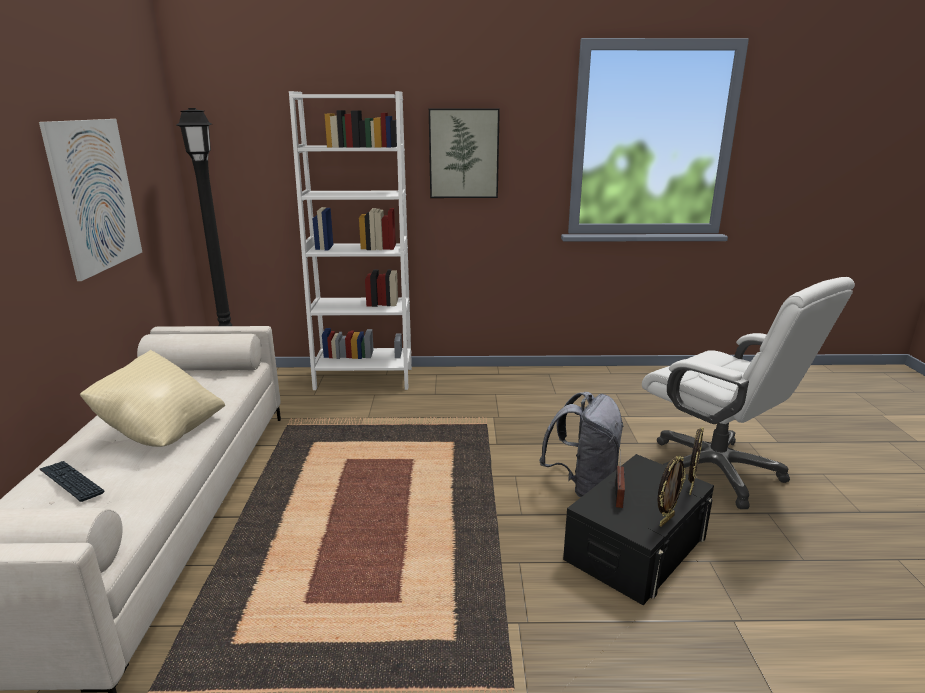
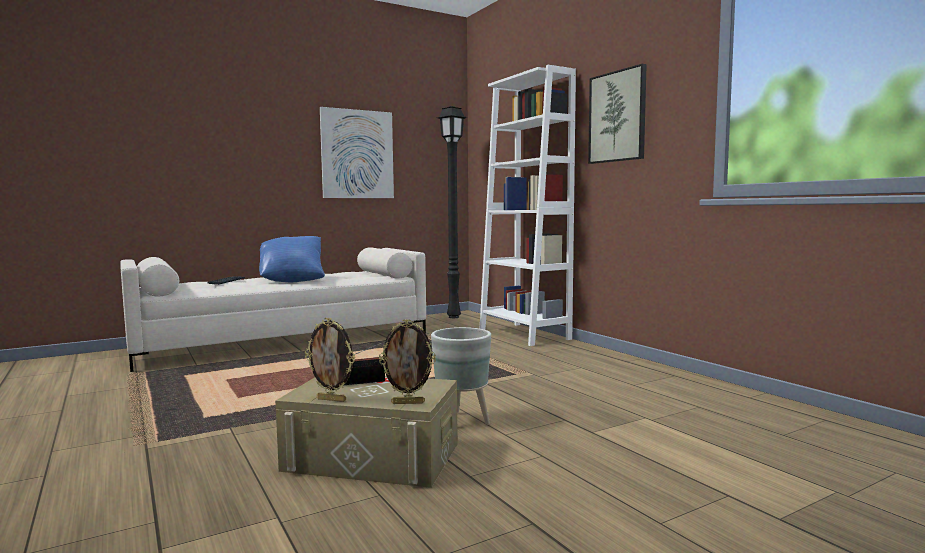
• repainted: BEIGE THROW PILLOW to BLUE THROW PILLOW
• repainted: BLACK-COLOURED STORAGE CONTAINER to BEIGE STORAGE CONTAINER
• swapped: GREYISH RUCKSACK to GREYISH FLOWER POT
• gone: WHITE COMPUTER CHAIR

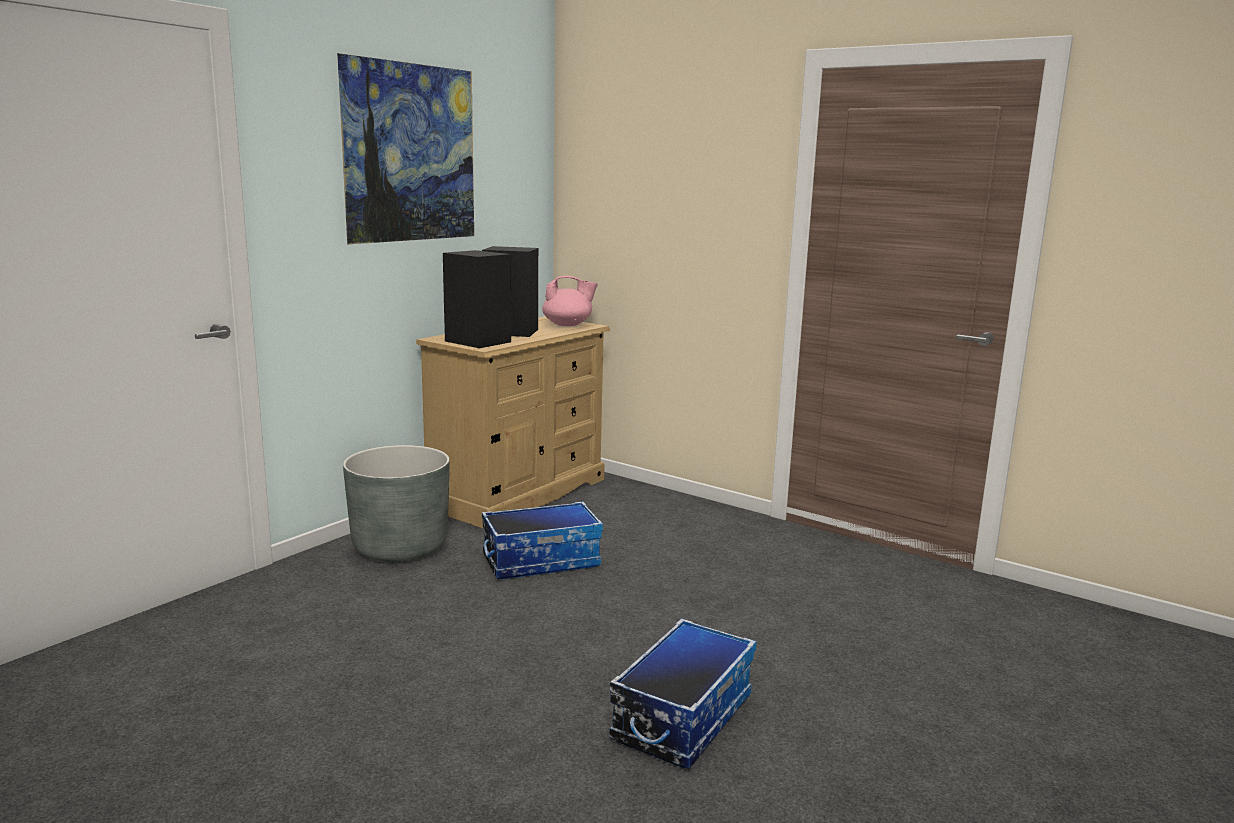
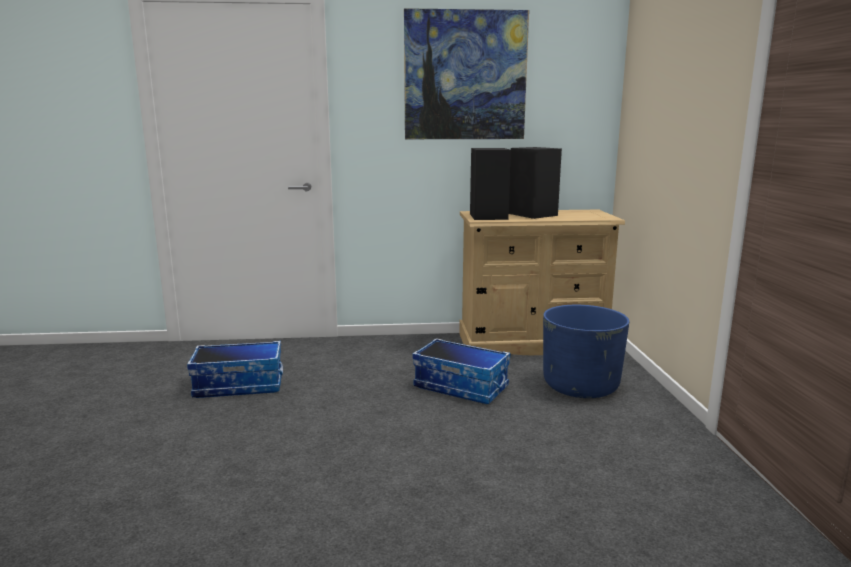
• shifted: STORAGE CONTAINER (no. 2 from left in the first image) to STORAGE CONTAINER (no. 1 from left)
• new: BLUE FLOWER POT
• gone: GREYISH FLOWER POT
• gone: PINK TEAPOT

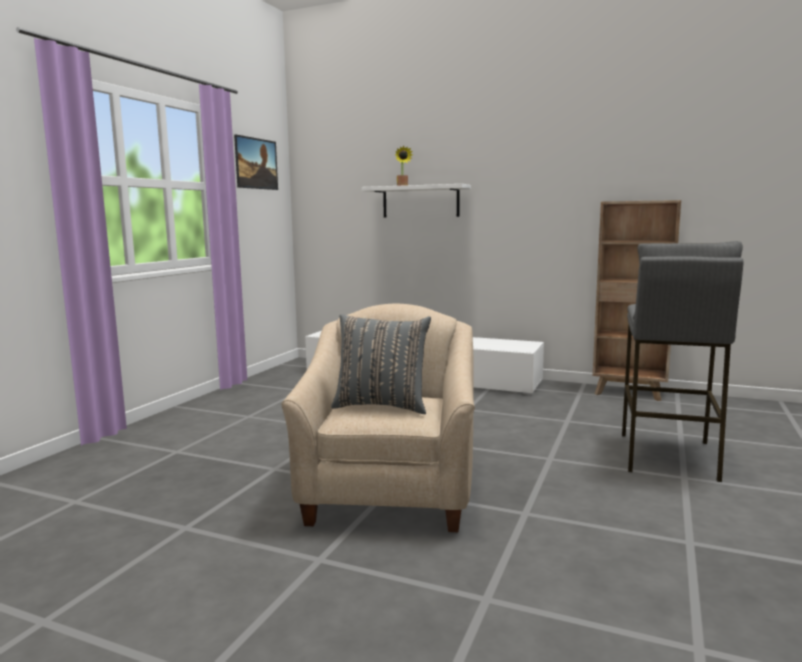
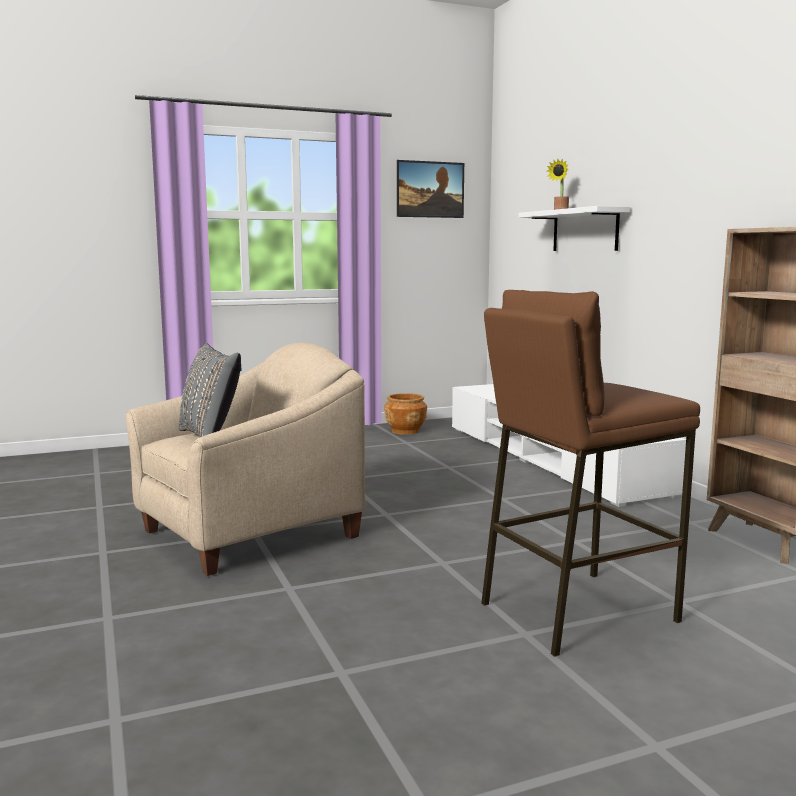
• new: BROWN FLOWER POT
• repainted: GREYISH STOOL to BROWN STOOL

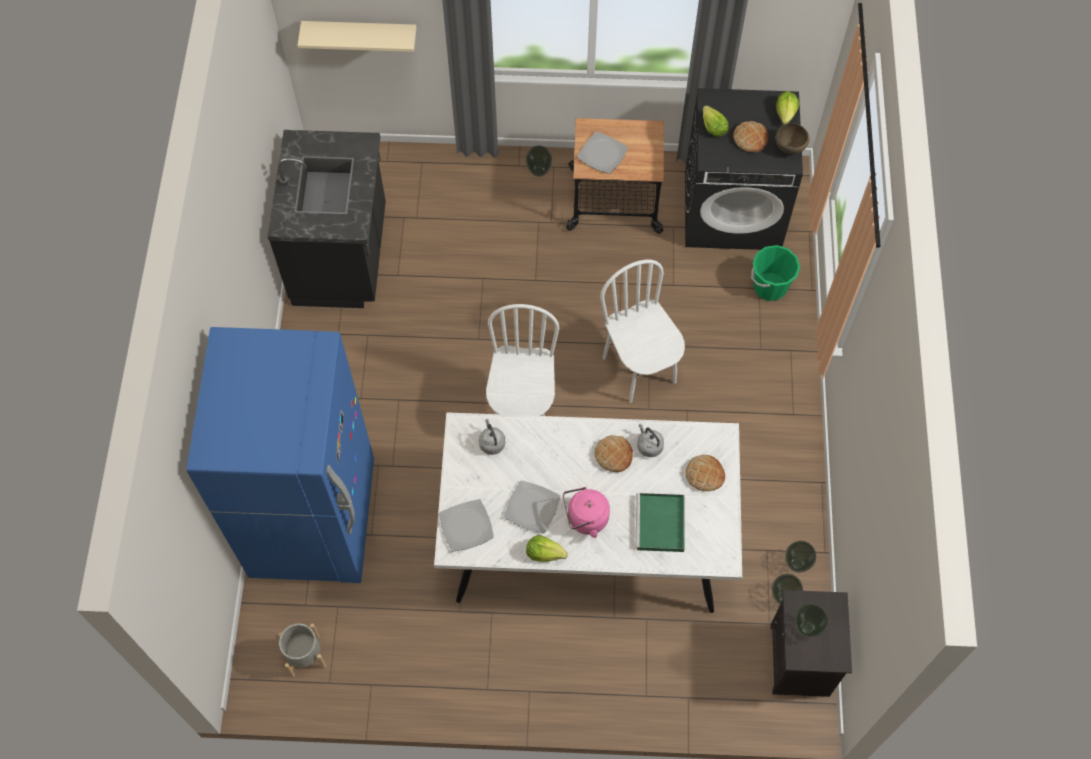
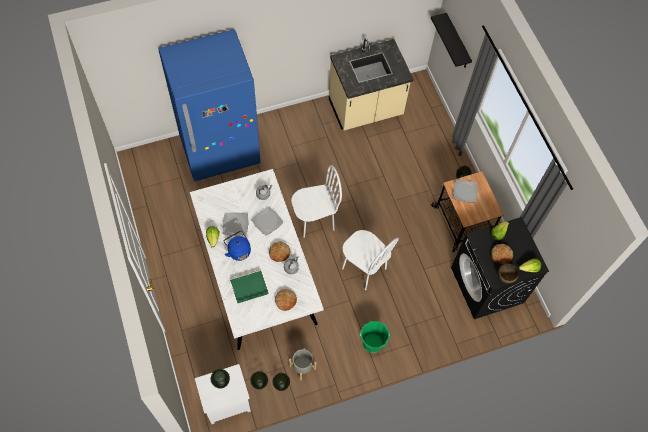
• repainted: BLACK-COLOURED BEDSIDE TABLE to WHITE BEDSIDE TABLE
• repainted: PINK WATER KETTLE to BLUE WATER KETTLE
• shifted: PLATE (no. 1 from left in the first image) to PLATE (no. 2 from left)
• shifted: GREYISH FLOWER POT
• repainted: BLACK-COLOURED COUNTER to BEIGE COUNTER
• rotated: WHITE UPRIGHT CHAIR (no. 2 from left) 90 degrees clockwise
• shifted: GREENISH PAIL
• repainted: BEIGE BRACKET SHELF to BLACK-COLOURED BRACKET SHELF

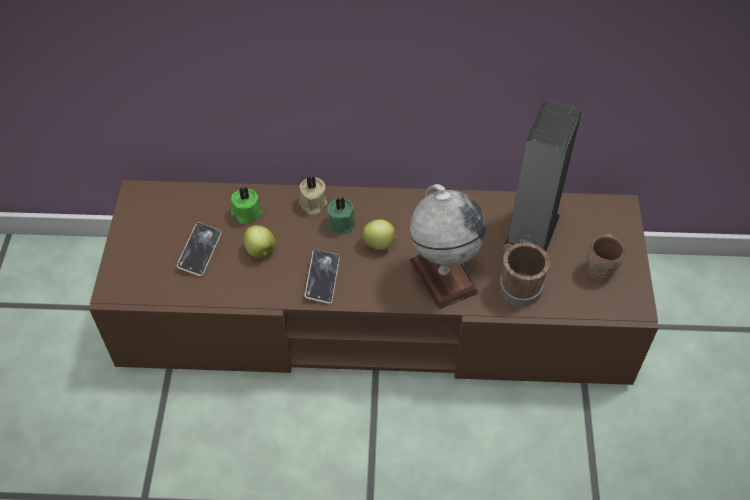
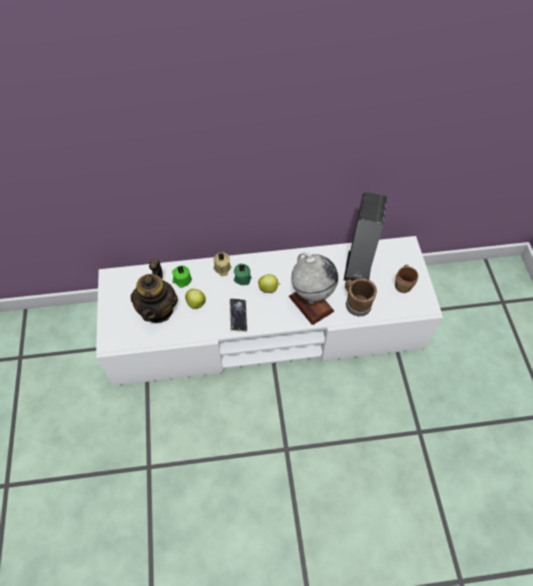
• repainted: BROWN TV STAND to WHITE TV STAND
• swapped: PHONE (no. 1 from left) to TEAPOT

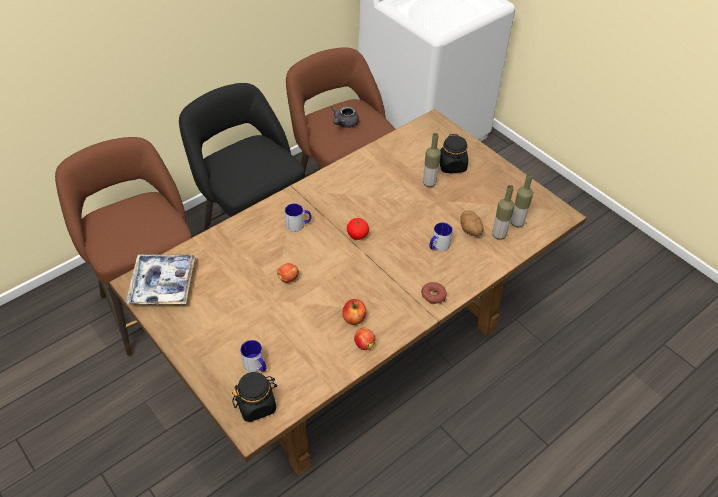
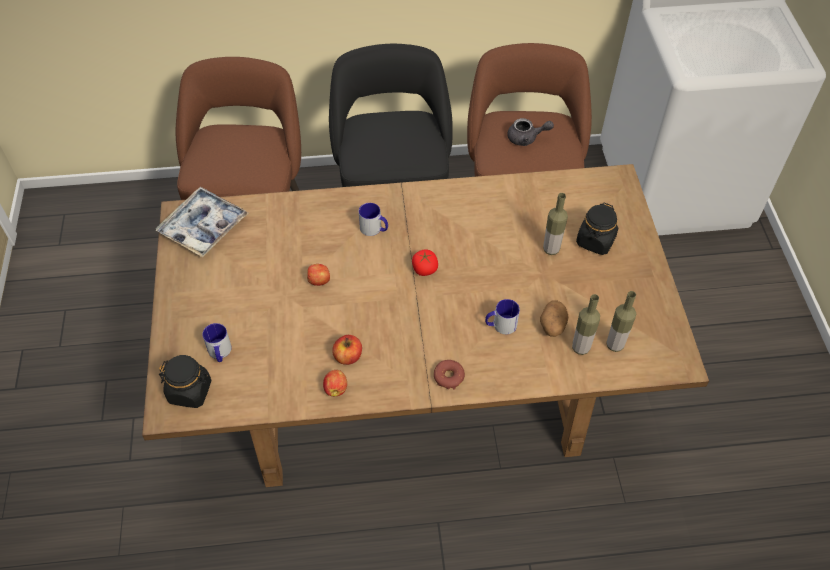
• rotated: GREYISH TEAPOT 150 degrees counterclockwise

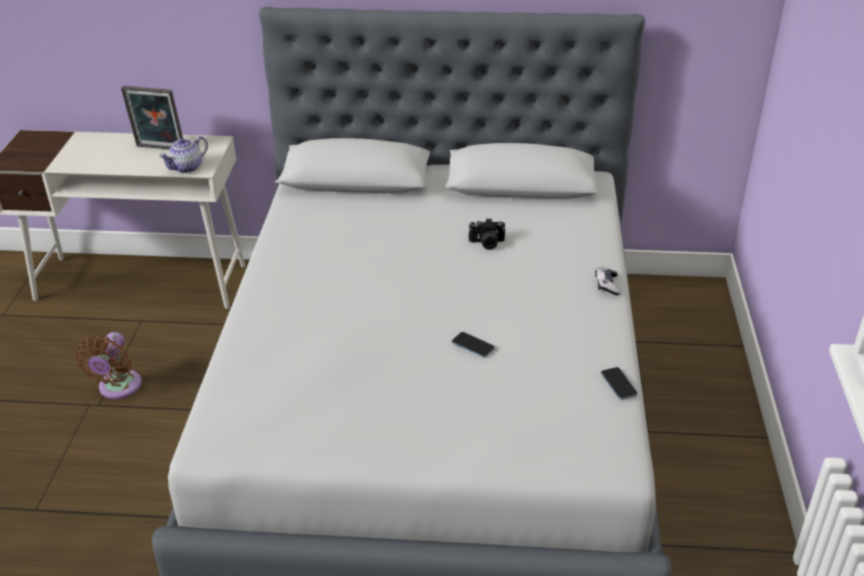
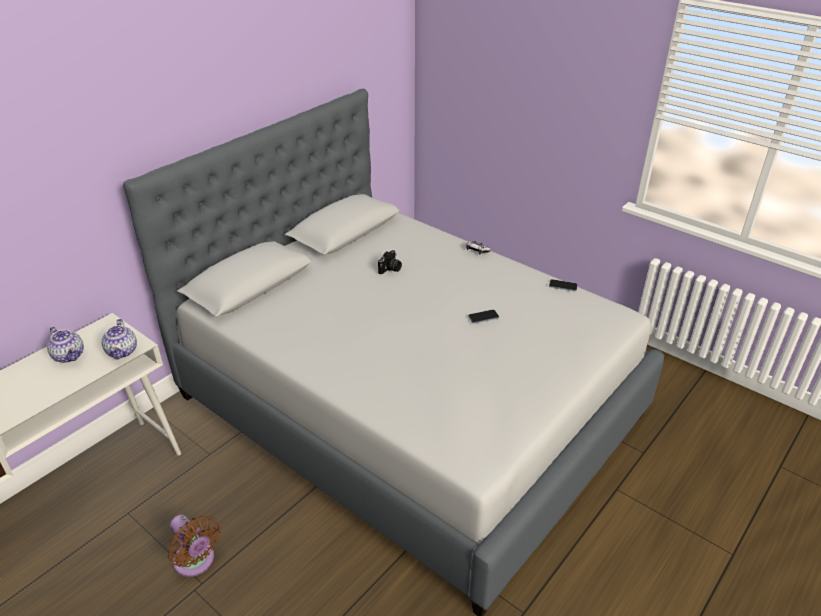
• swapped: STANDING FRAME to TEAPOT (no. 1 from left)

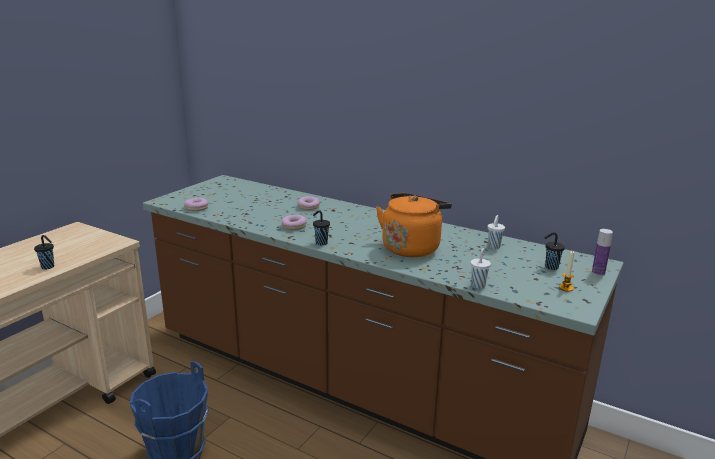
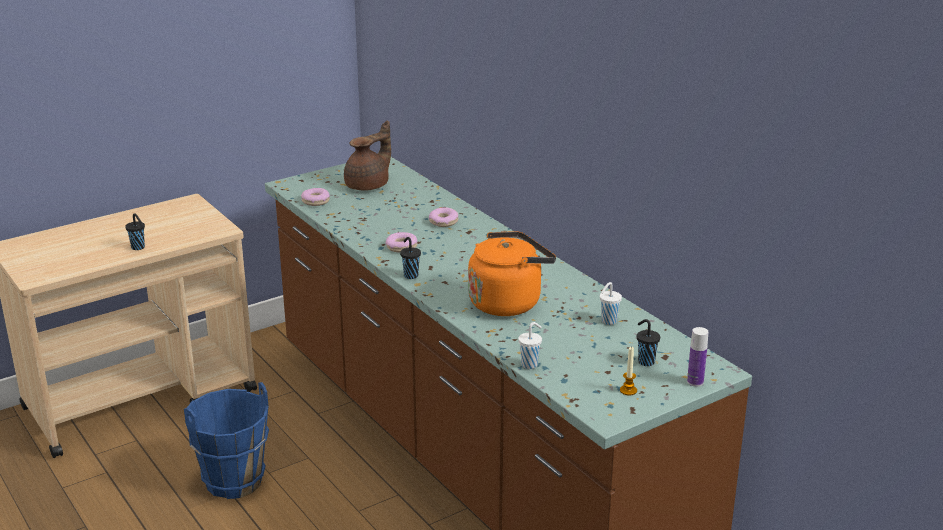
• new: BROWN TEAPOT

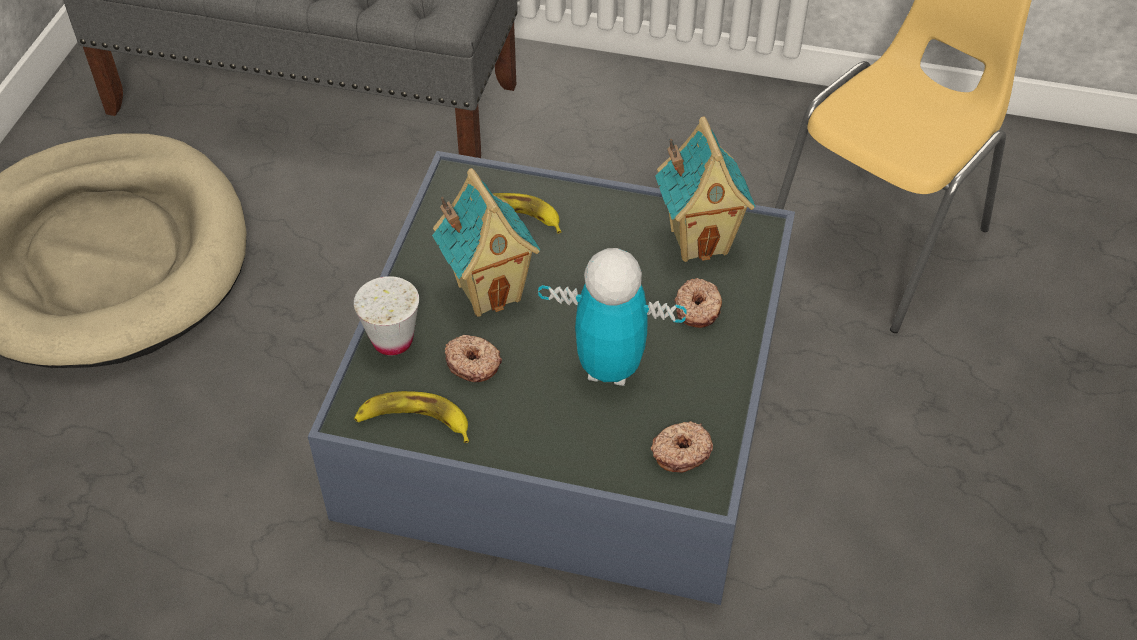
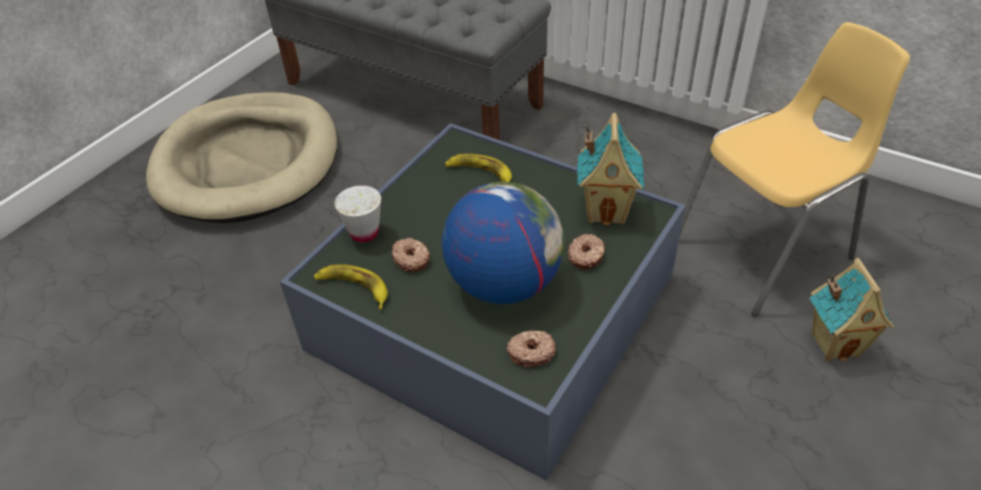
• swapped: TOY ROBOT to DESK GLOBE
• shifted: MINIATURE HOUSE (no. 1 from left in the first image) to MINIATURE HOUSE (no. 2 from left)

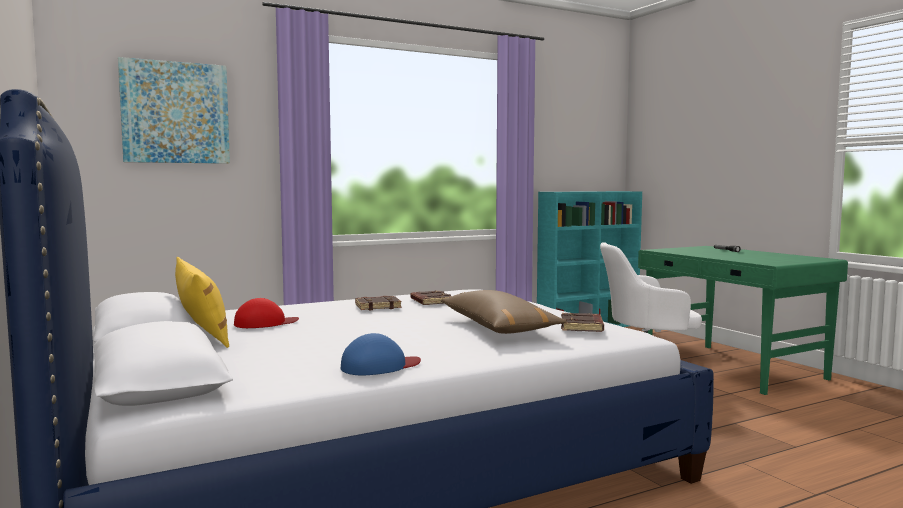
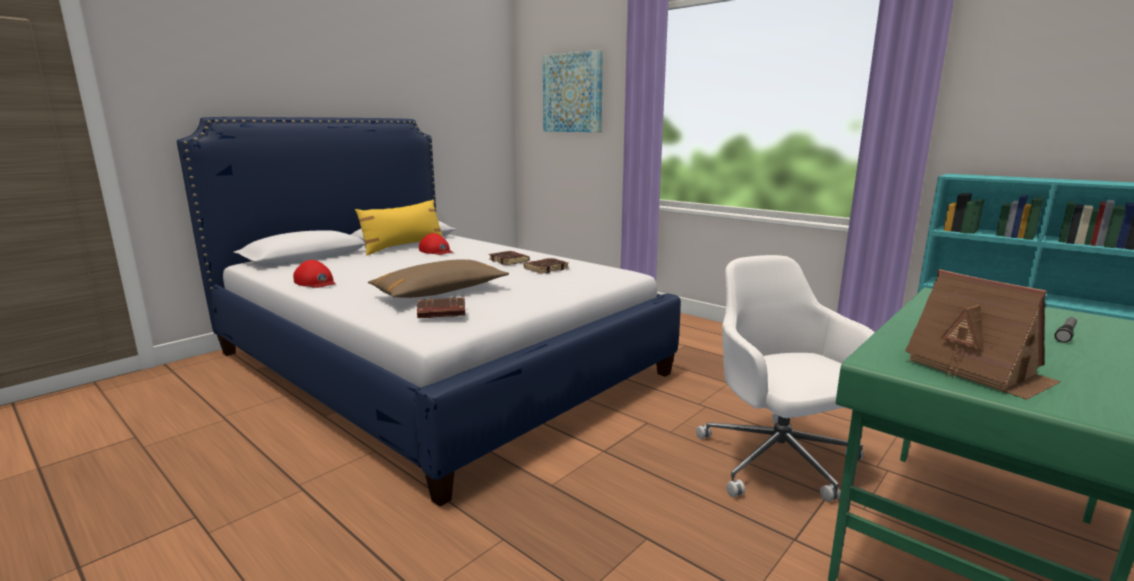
• repainted: BLUE BASEBALL CAP to RED-COLOURED BASEBALL CAP (no. 1 from left)
• new: MINIATURE HOUSE

